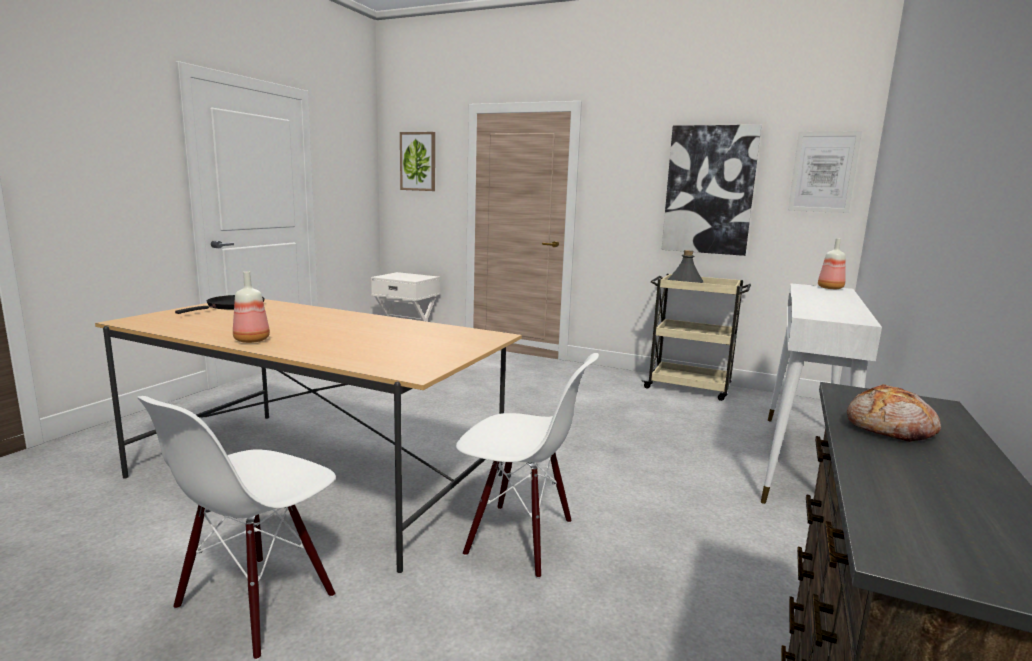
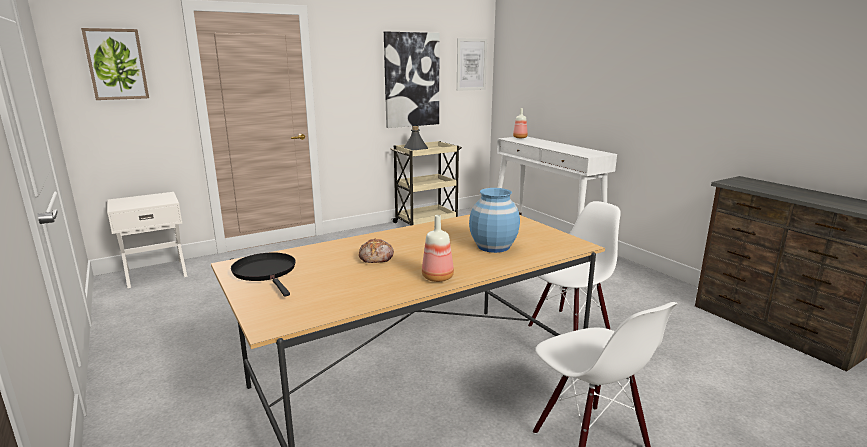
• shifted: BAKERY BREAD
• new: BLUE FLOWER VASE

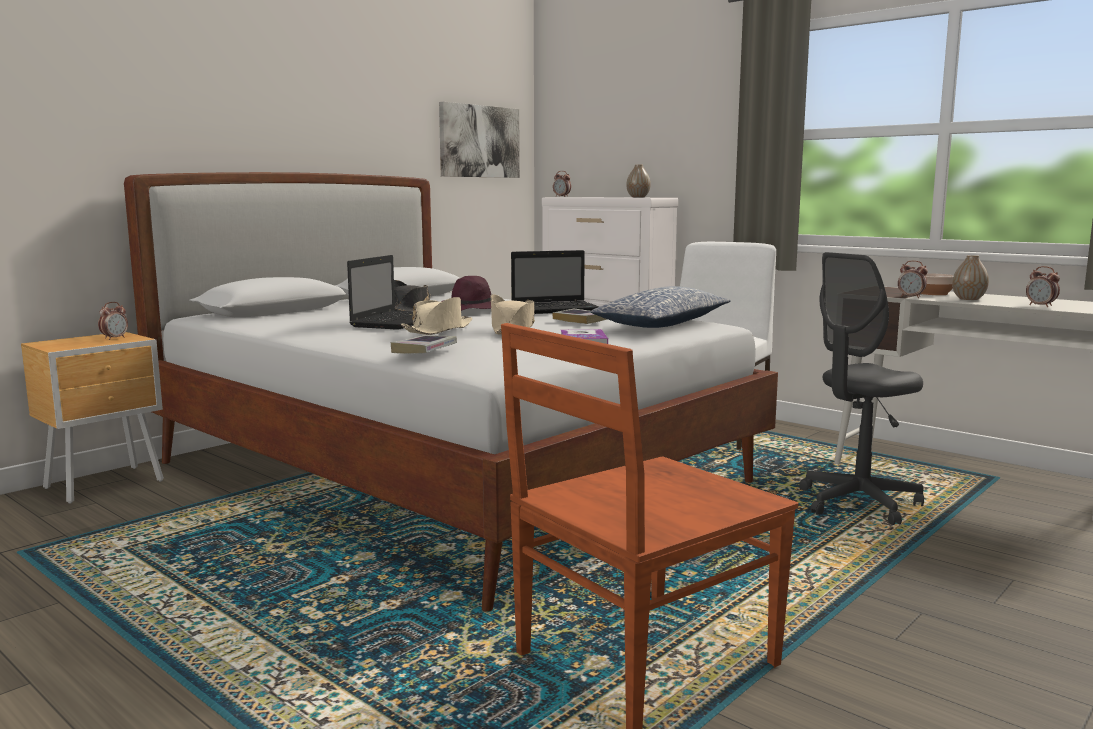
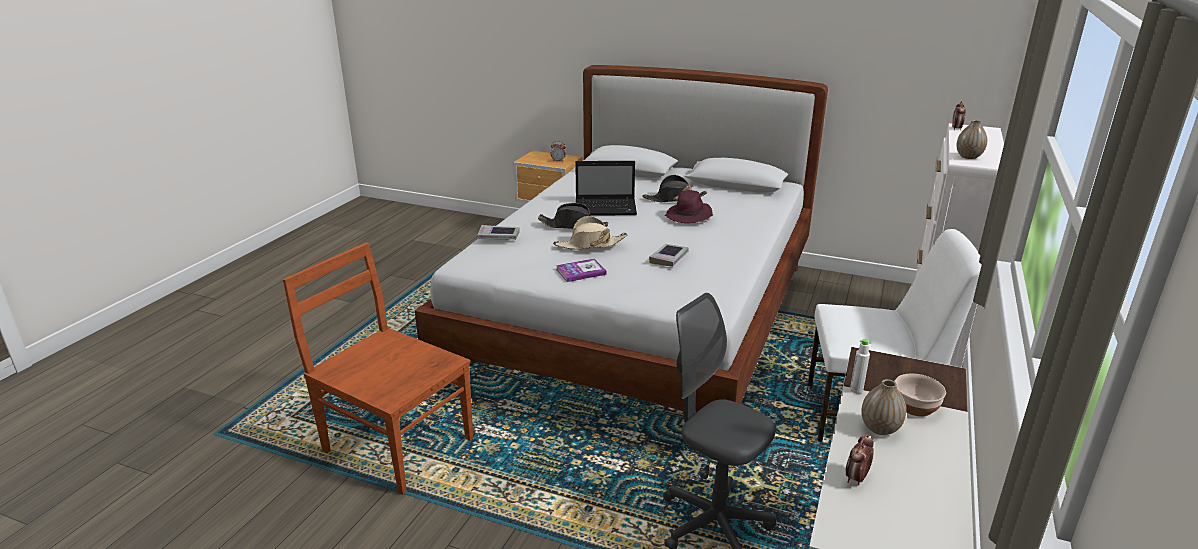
• repainted: BEIGE CLOTHING HAT (no. 1 from left) to BLACK-COLOURED CLOTHING HAT (no. 1 from left)
• swapped: BEDSIDE CLOCK (no. 3 from left) to WHITE BOTTLE
• gone: PICTURE
• gone: NOTEBOOK COMPUTER (no. 2 from left)
• gone: THROW PILLOW

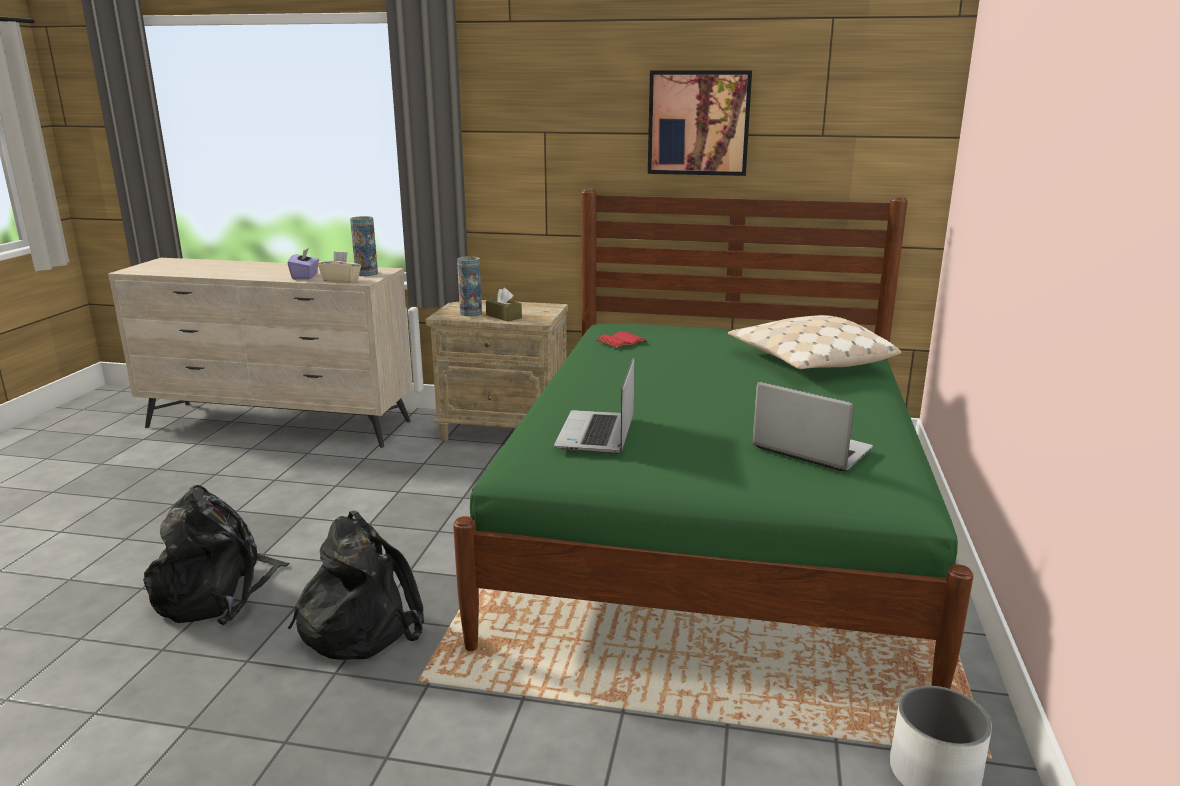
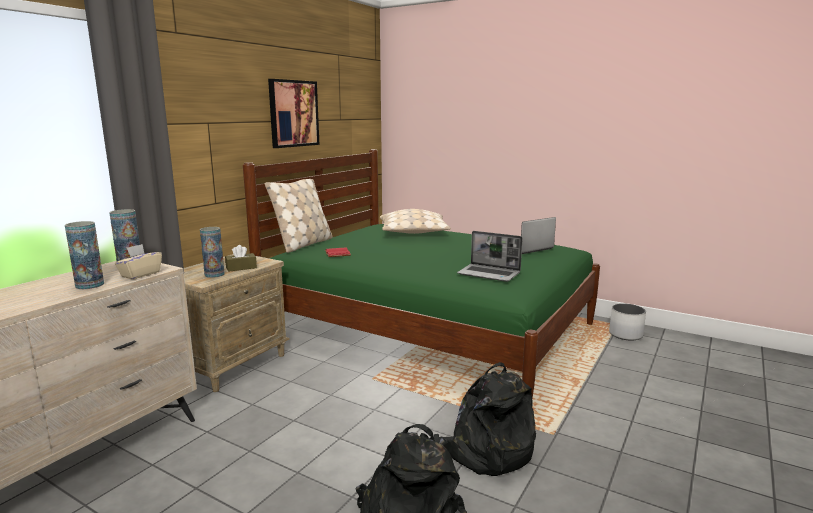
• swapped: PURPLE-COLOURED TISSUE HOLDER to FLOWER VASE (no. 1 from left)
• new: BEIGE THROW PILLOW (no. 1 from left)

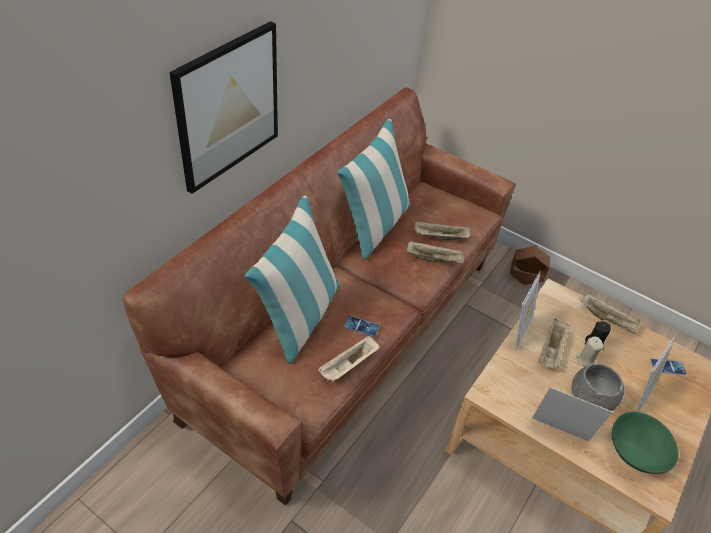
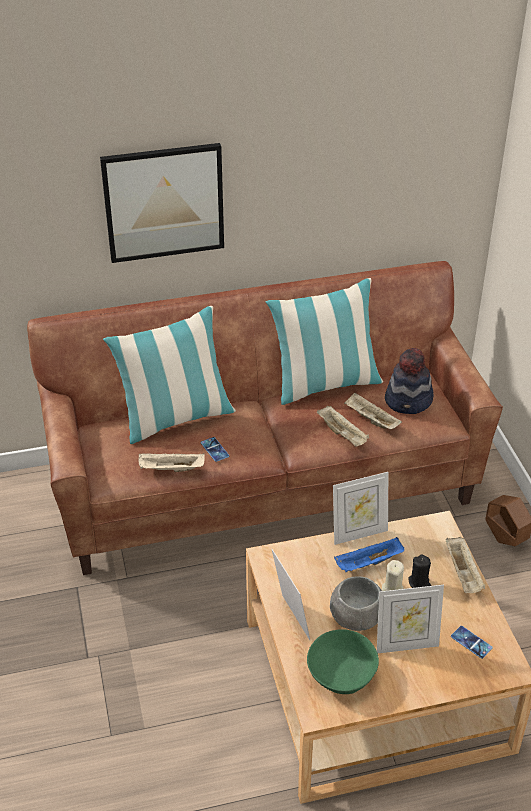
• repainted: BEIGE TRAY (no. 4 from left) to BLUE TRAY
• new: CLOTHING HAT

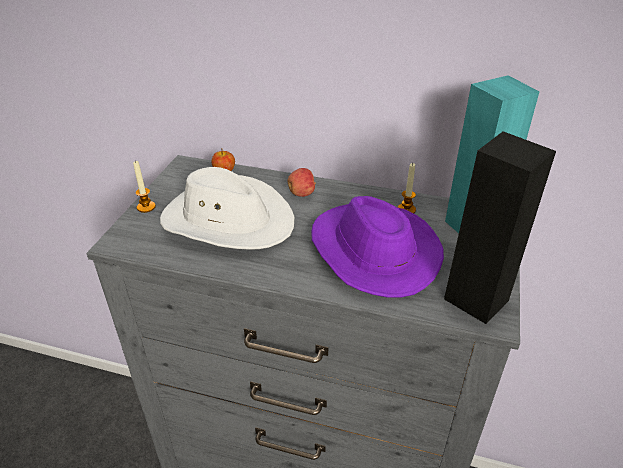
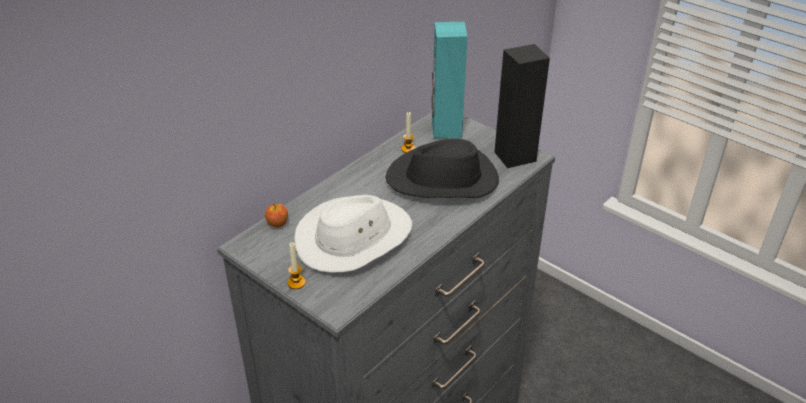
• repainted: PURPLE-COLOURED CLOTHING HAT to BLACK-COLOURED CLOTHING HAT
• gone: APPLE (no. 2 from left)

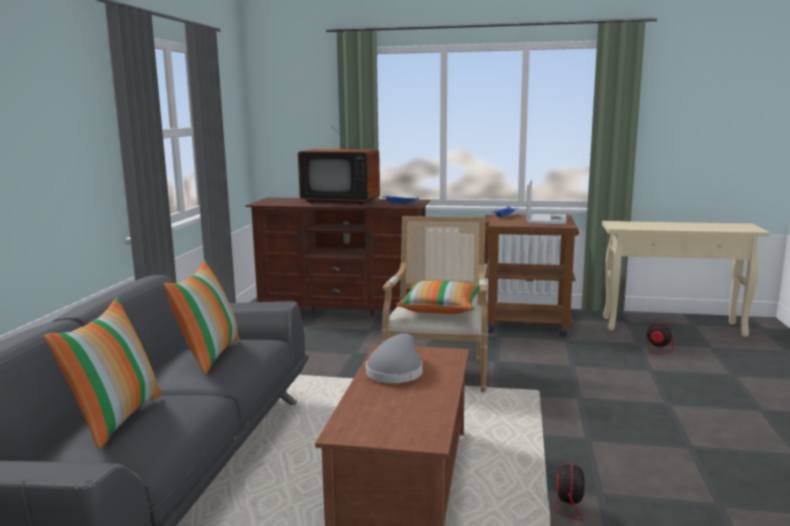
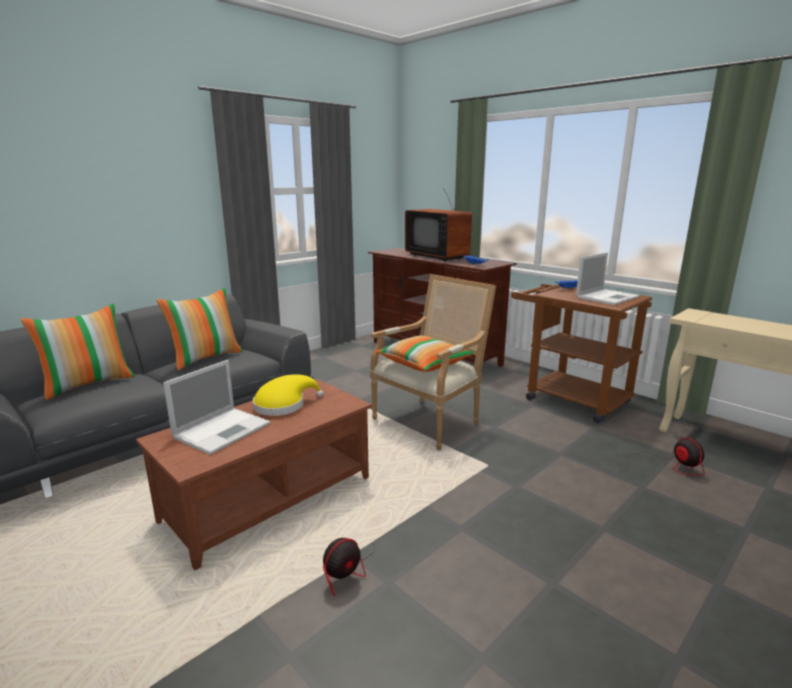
• new: NOTEBOOK COMPUTER (no. 1 from left)
• repainted: GREYISH CLOTHING HAT to YELLOWISH CLOTHING HAT

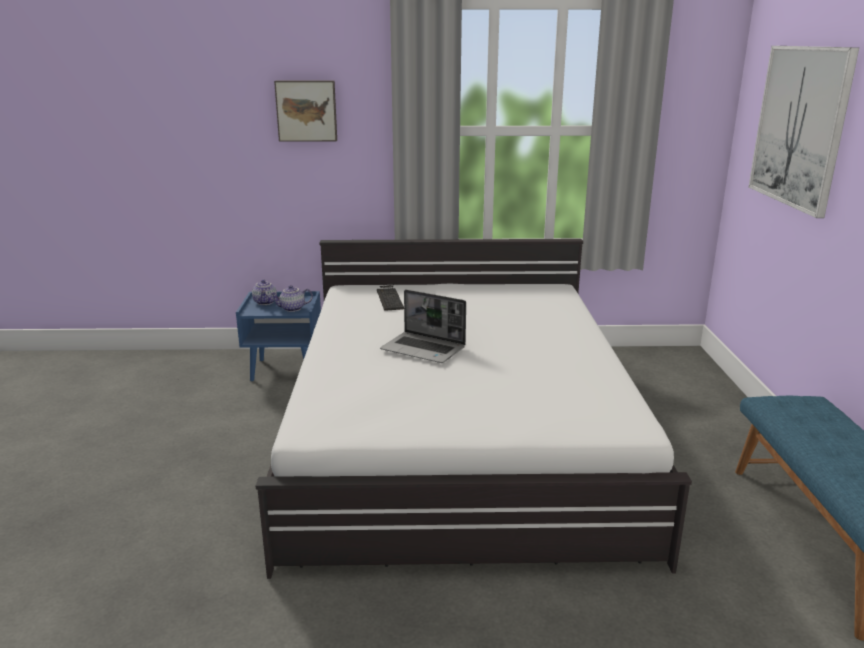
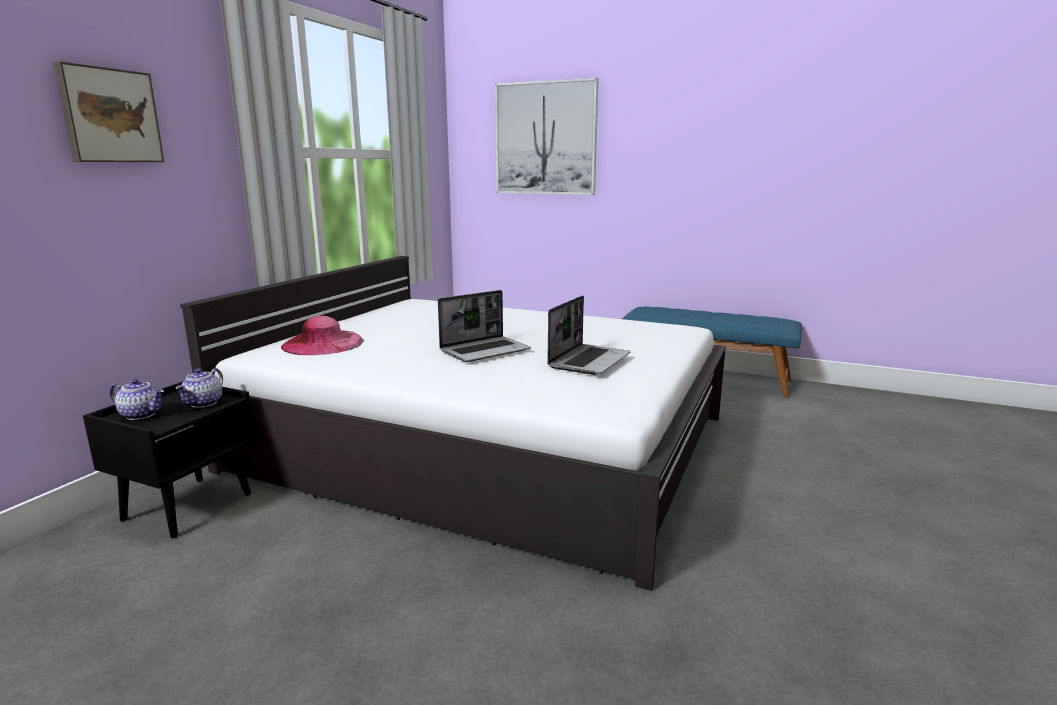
• repainted: BLUE BEDSIDE TABLE to BLACK-COLOURED BEDSIDE TABLE
• swapped: COMPUTER KEYBOARD to PINK CLOTHING HAT
• new: NOTEBOOK COMPUTER (no. 2 from left)

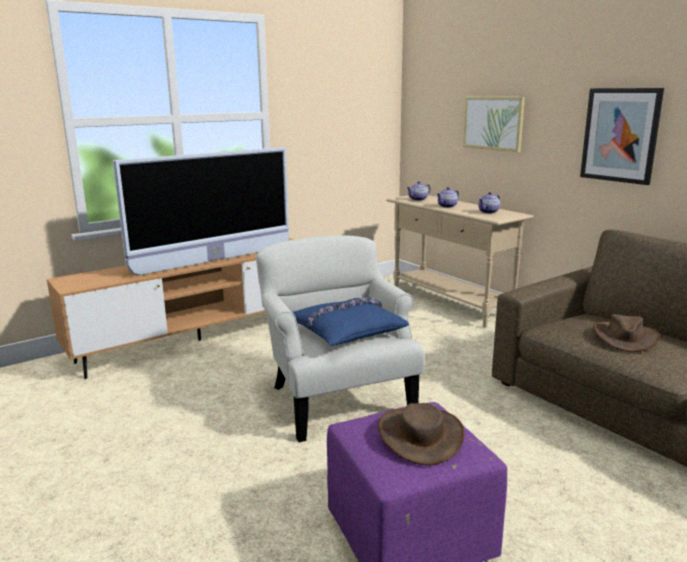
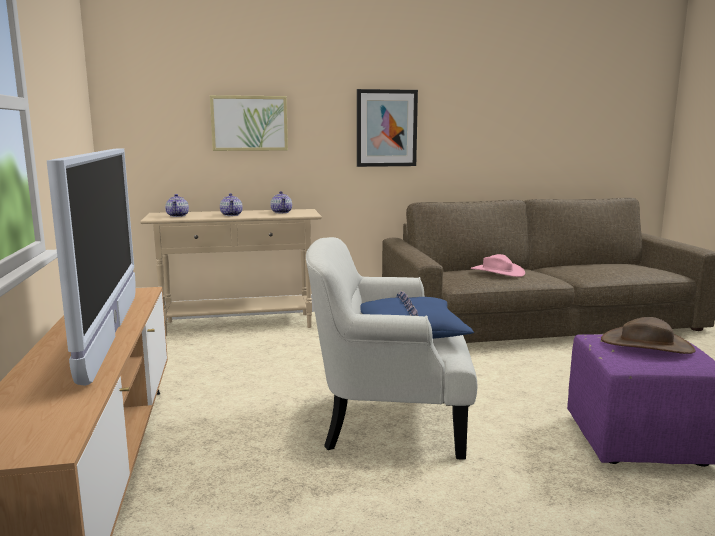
• repainted: BROWN CLOTHING HAT (no. 2 from left) to PINK CLOTHING HAT

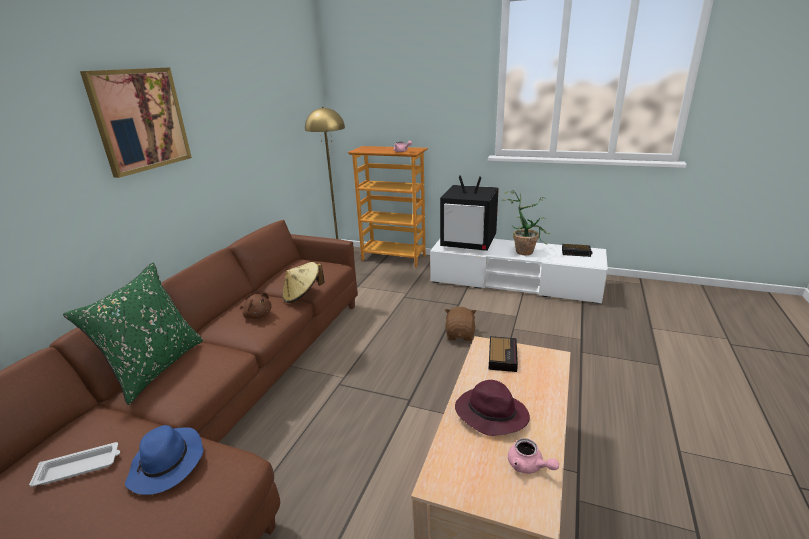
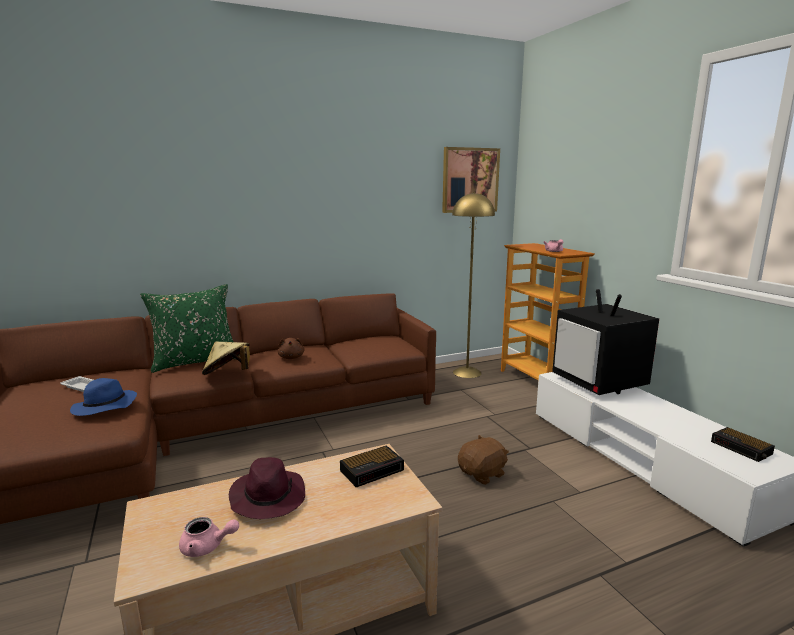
• rotated: PINK TEAPOT (no. 2 from left in the first image) 90 degrees counterclockwise
• shifted: BEIGE CLOTHING HAT
• shifted: PICTURE
• gone: PLANT IN A POT

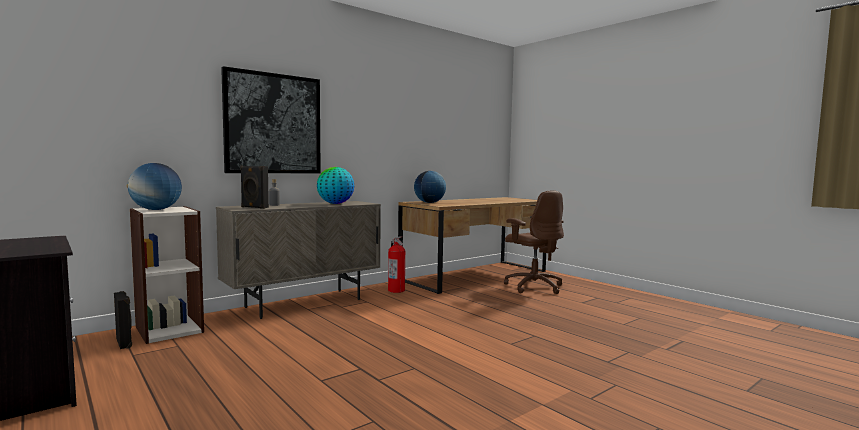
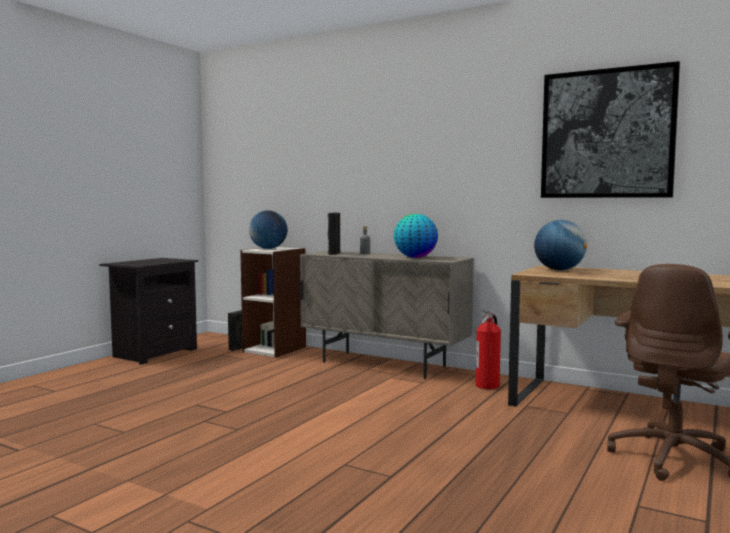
• shifted: PICTURE

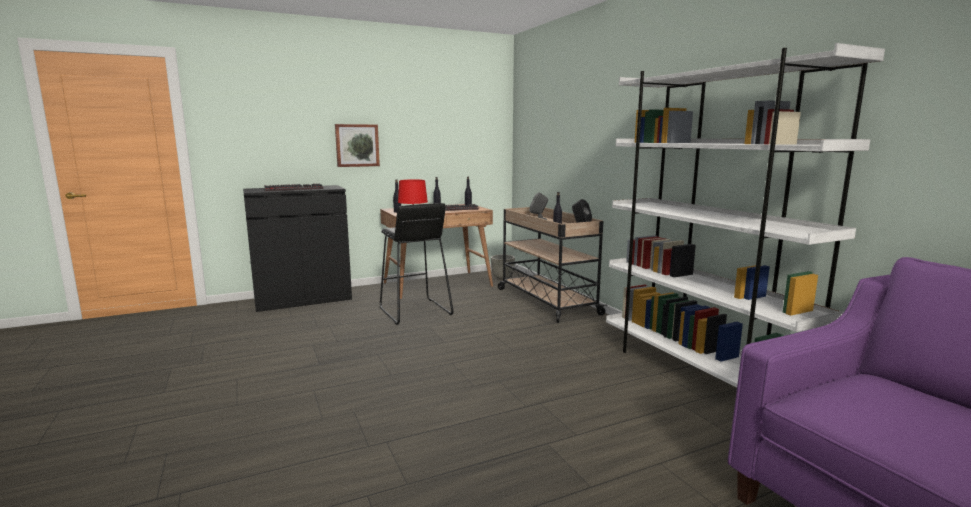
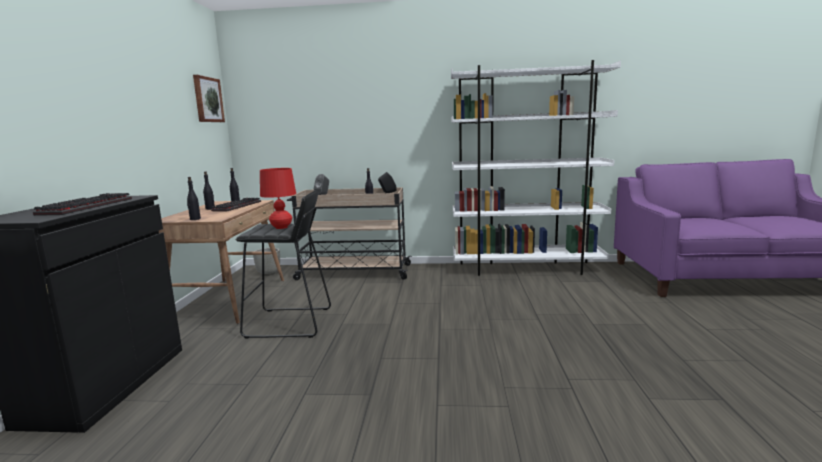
• shifted: PICTURE

